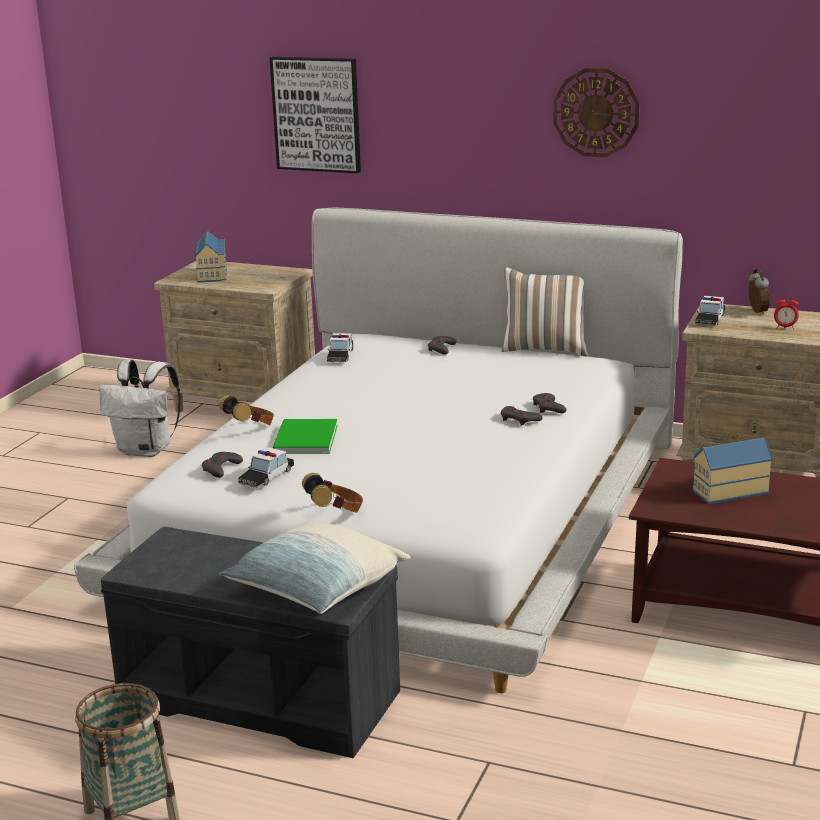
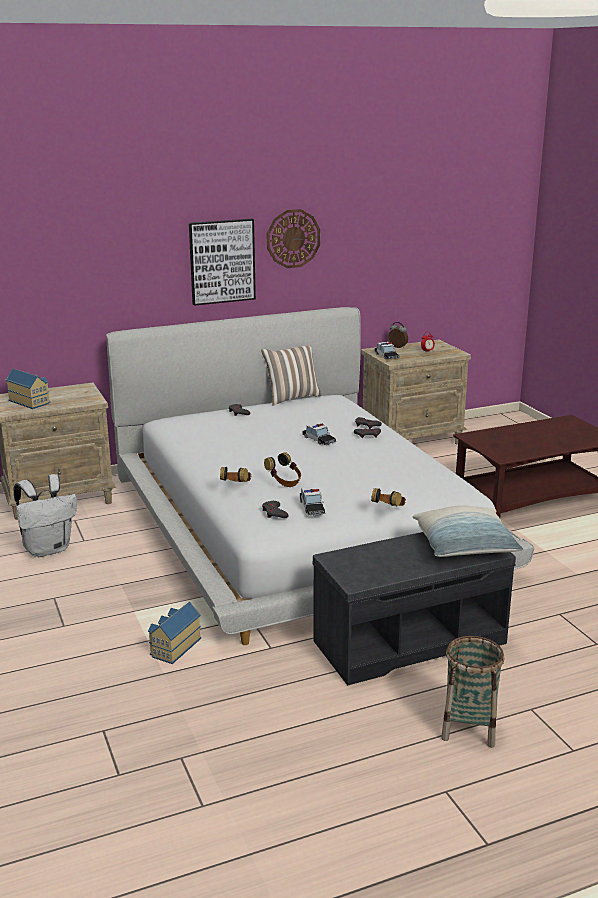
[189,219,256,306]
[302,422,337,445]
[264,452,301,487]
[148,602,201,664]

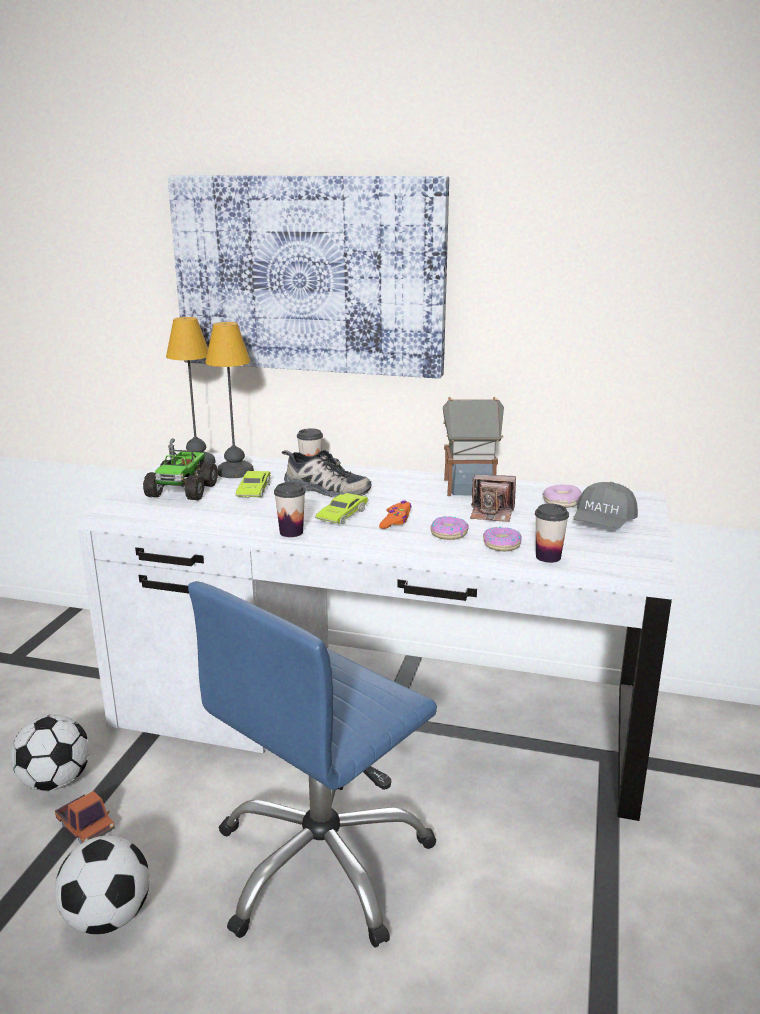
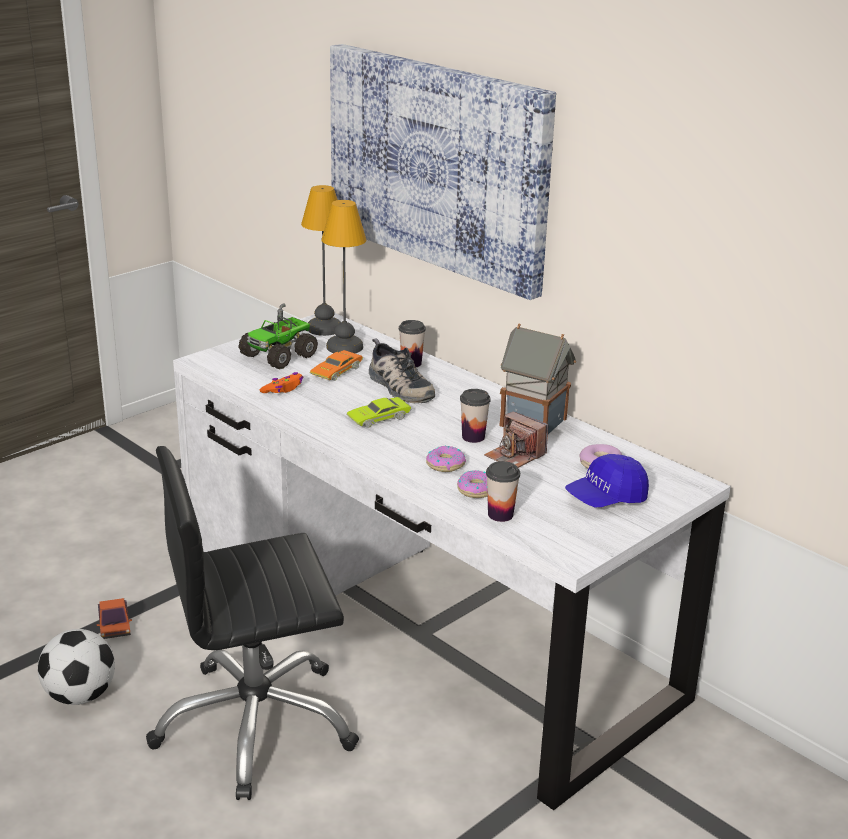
[309,350,363,381]
[460,389,491,443]
[565,454,649,507]
[260,372,303,393]
[146,446,359,800]
[11,714,90,791] (first image)

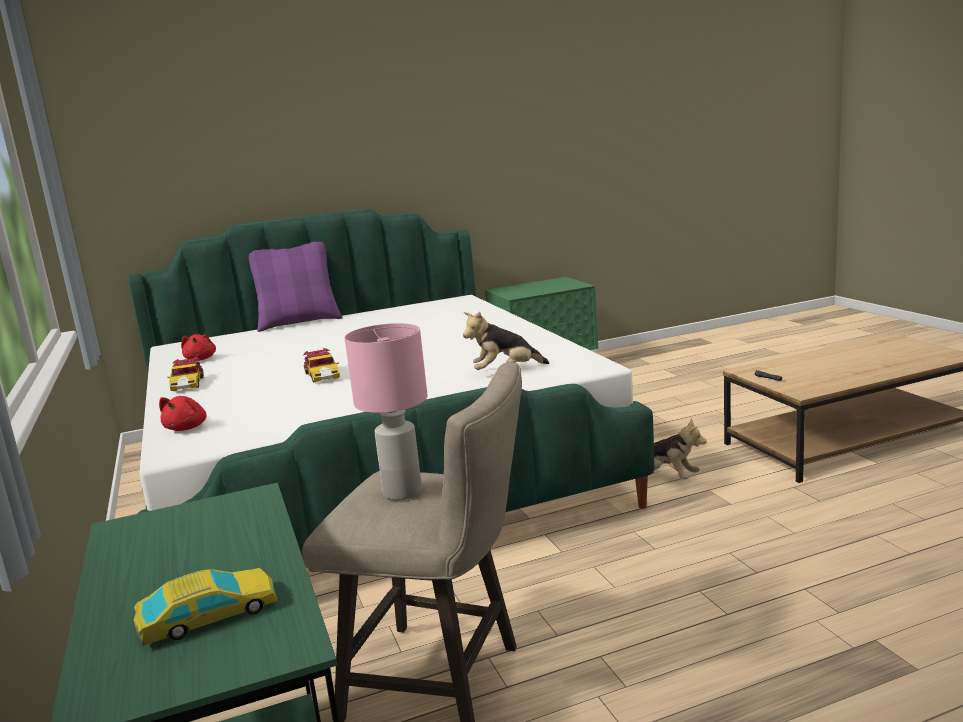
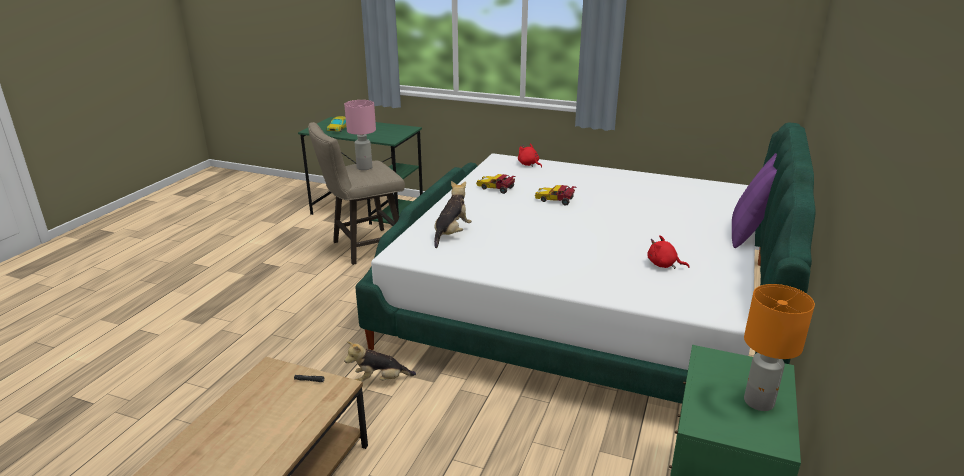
[647,235,690,269]
[476,174,516,194]
[744,284,815,411]

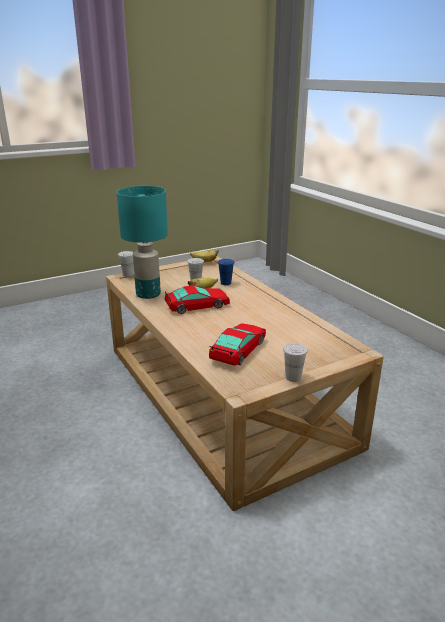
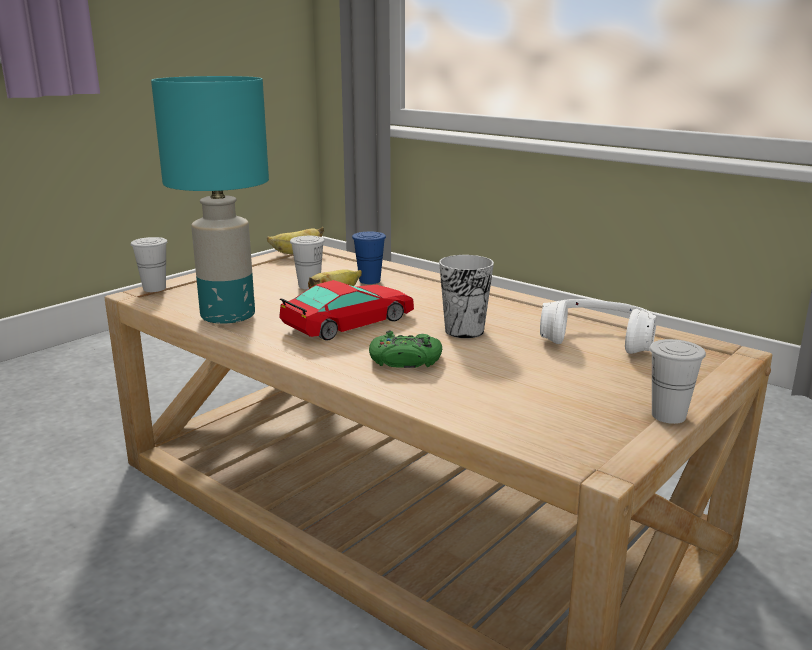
[209,323,266,366] (first image)
[439,255,494,338]
[540,299,657,354]
[369,331,442,368]

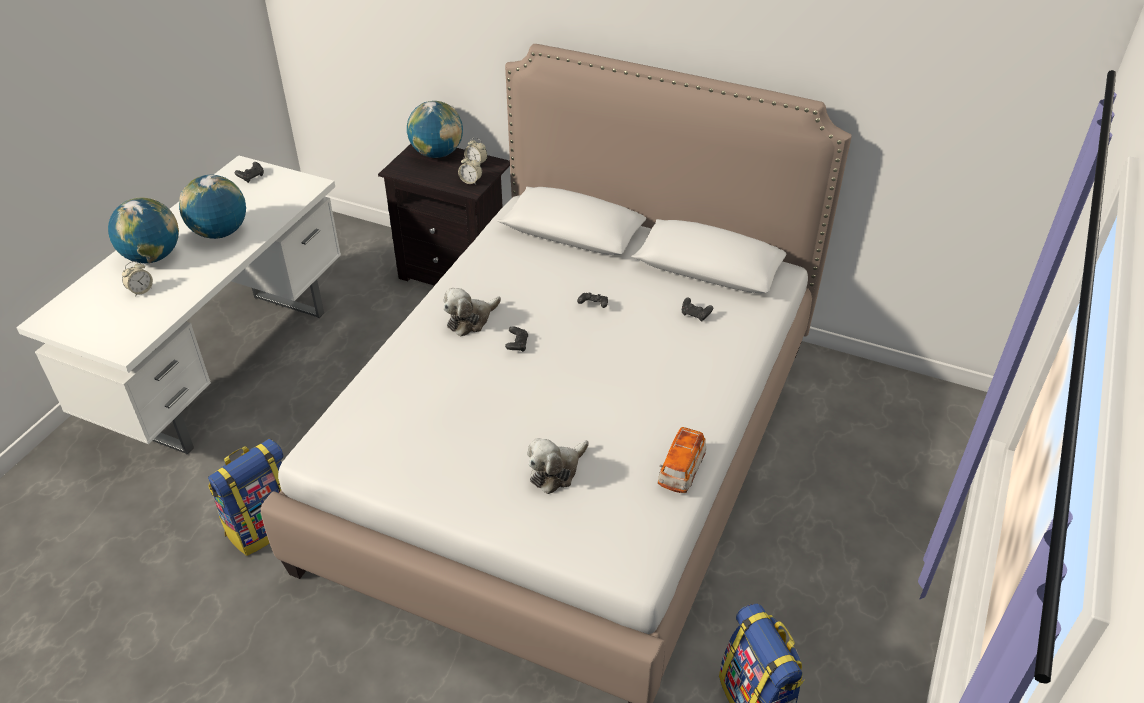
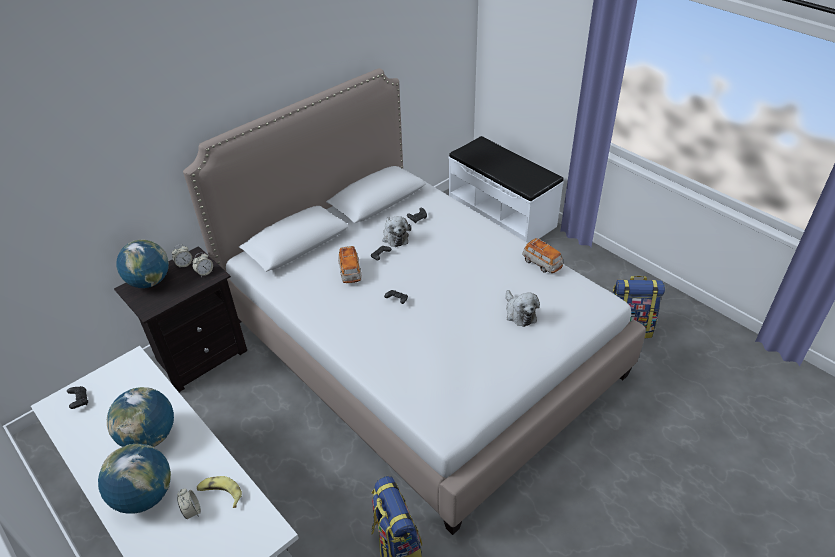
[382,216,411,247]
[448,136,564,243]
[338,246,361,283]
[197,476,242,508]

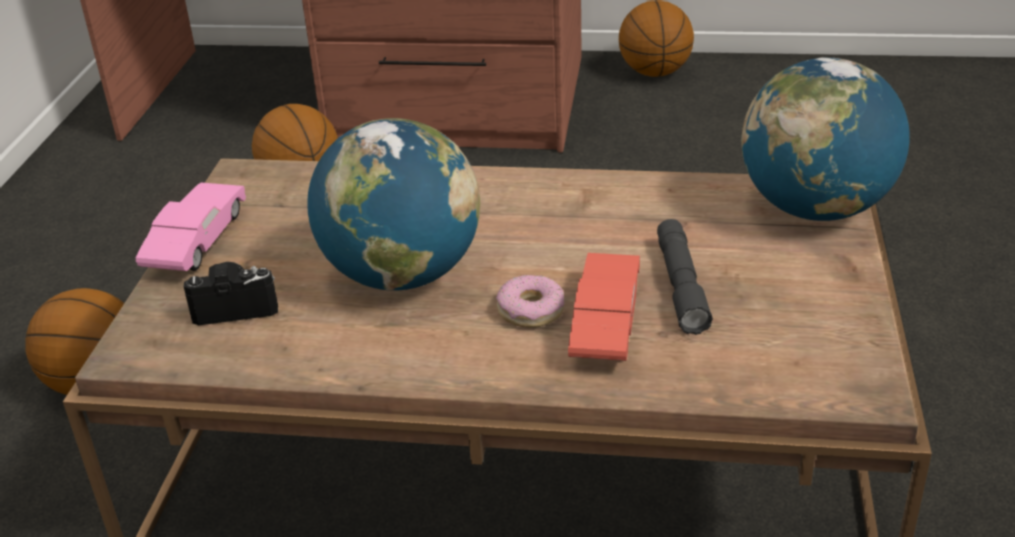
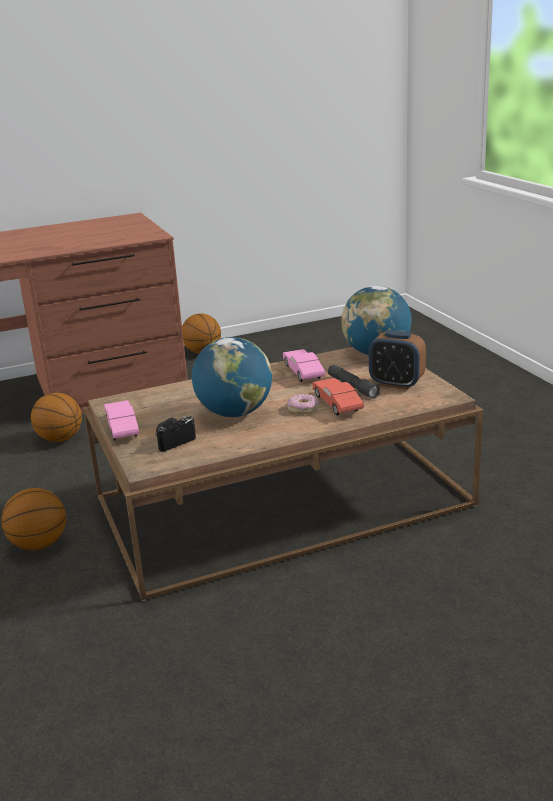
[369,330,426,389]
[283,349,325,382]

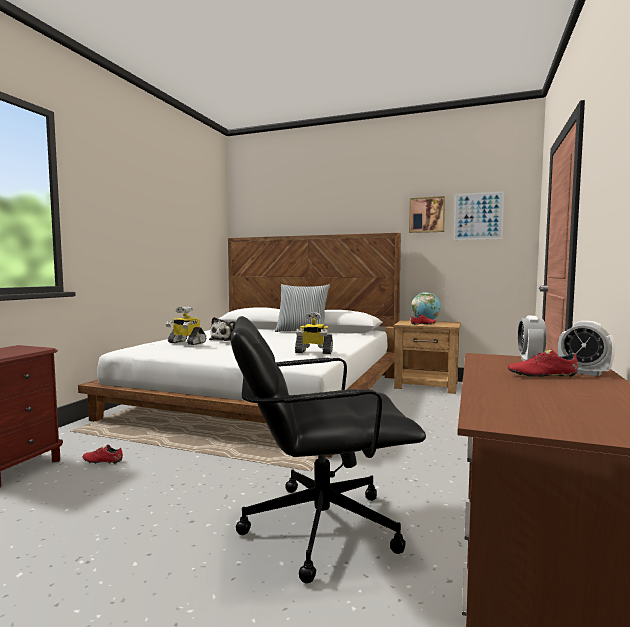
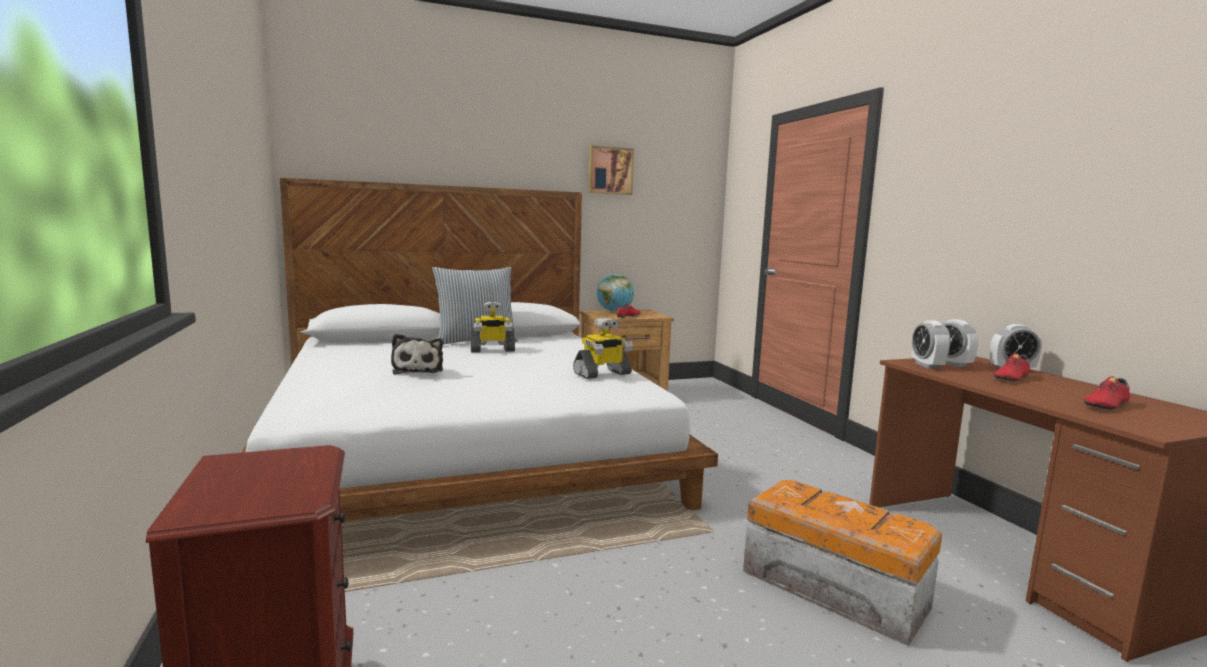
[453,191,504,240] (first image)
[470,301,515,352]
[743,480,942,646]
[1084,376,1130,411]
[912,320,951,369]

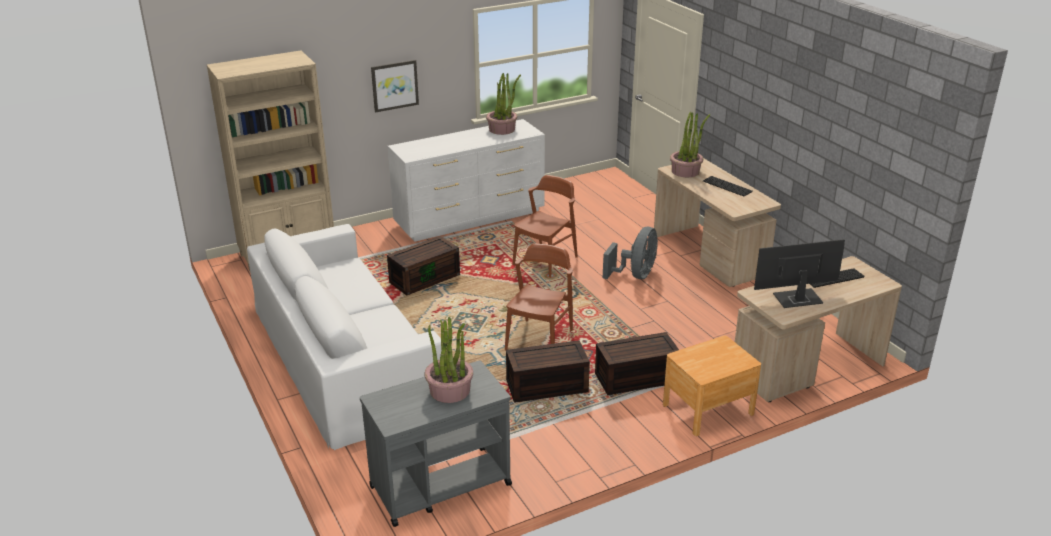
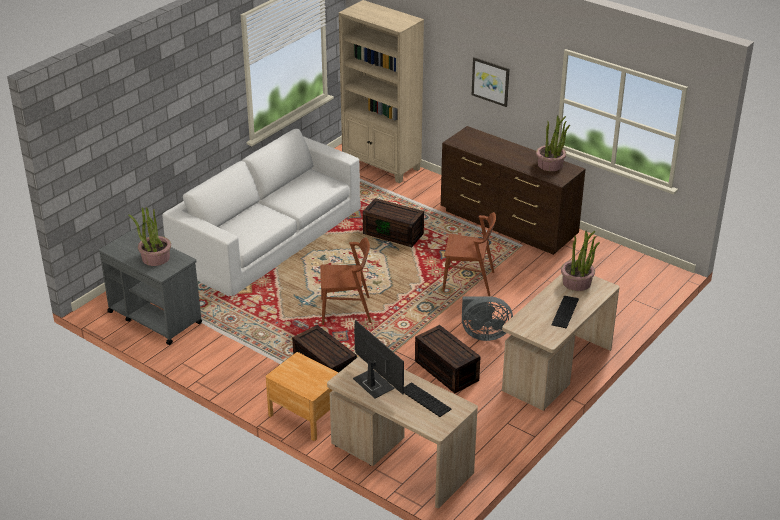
[441,126,585,255]
[415,325,481,393]

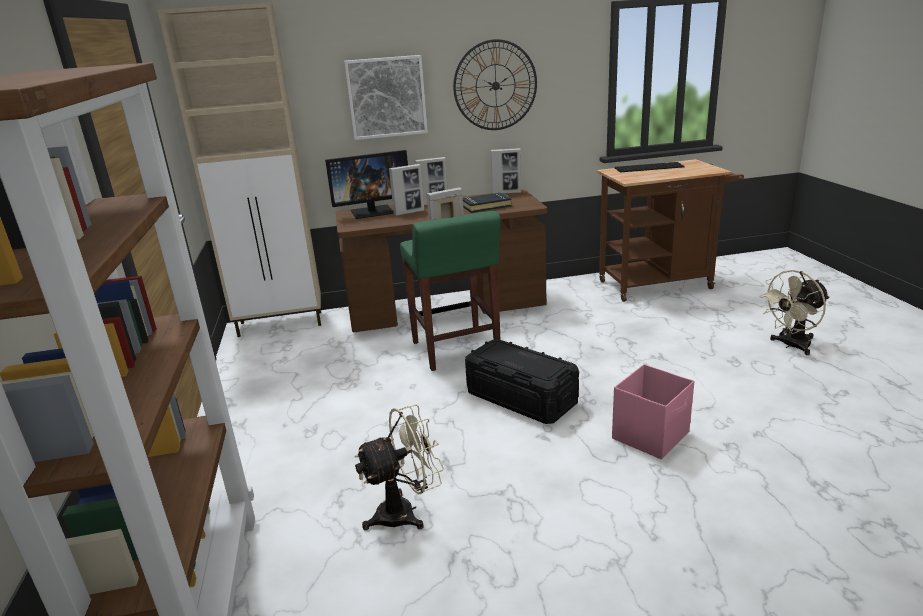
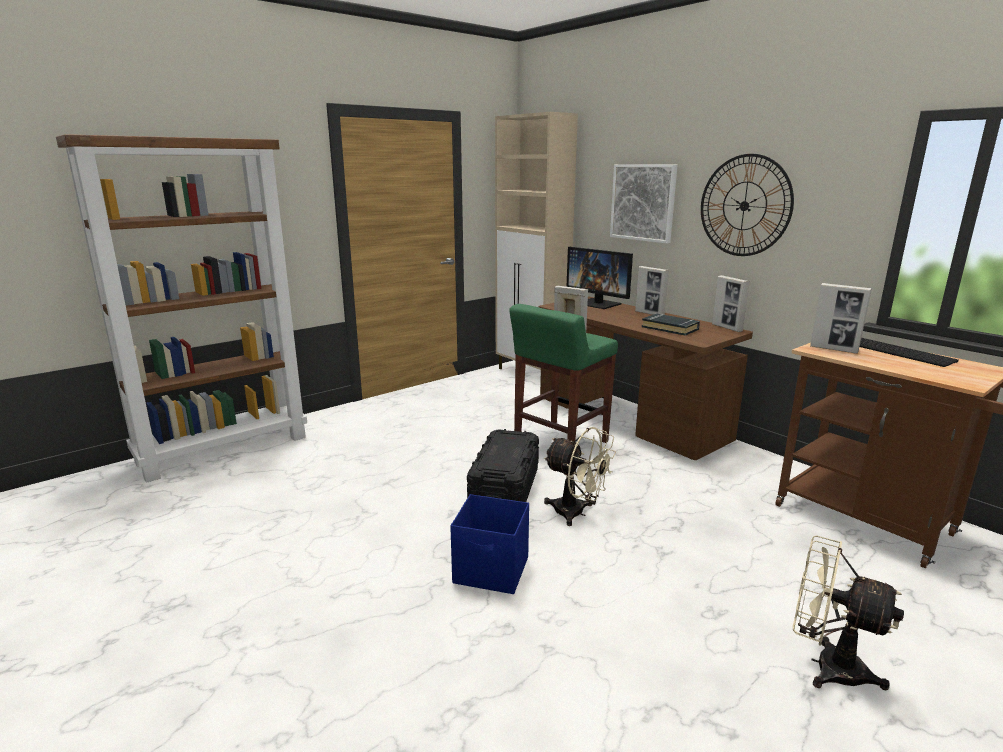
[810,283,872,354]
[450,494,529,594]
[544,427,616,526]

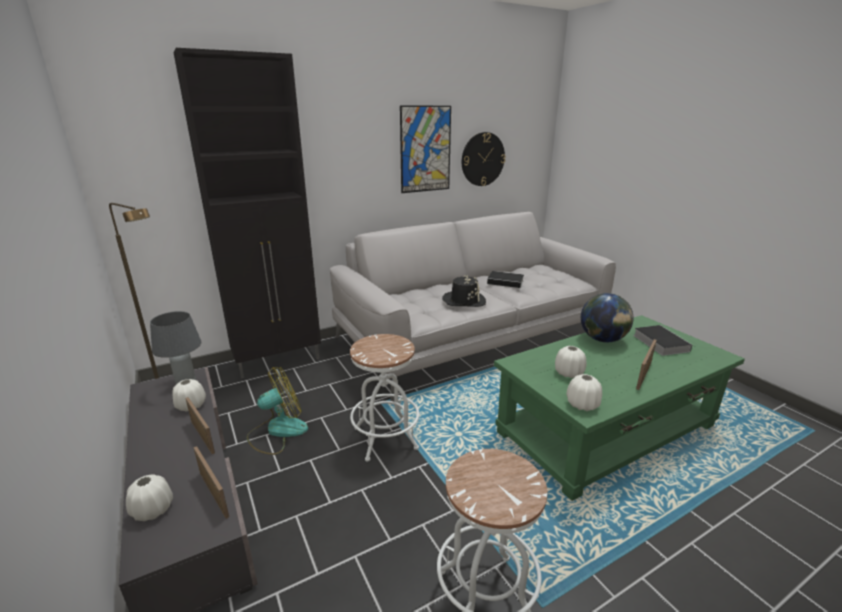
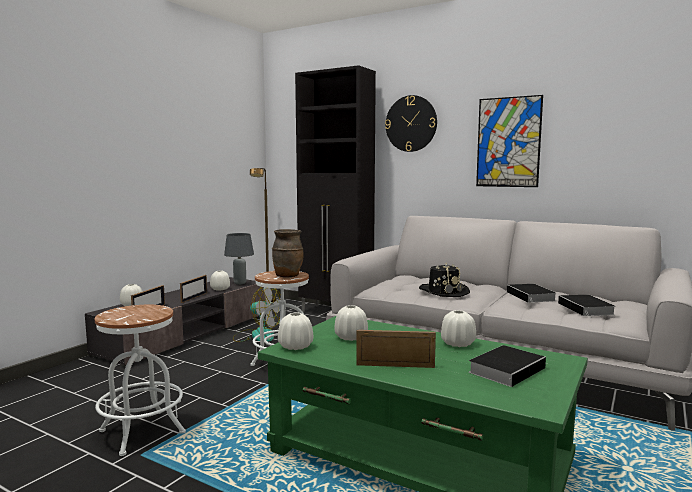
[385,95,437,152]
[441,310,476,347]
[272,229,304,278]
[558,295,616,318]

